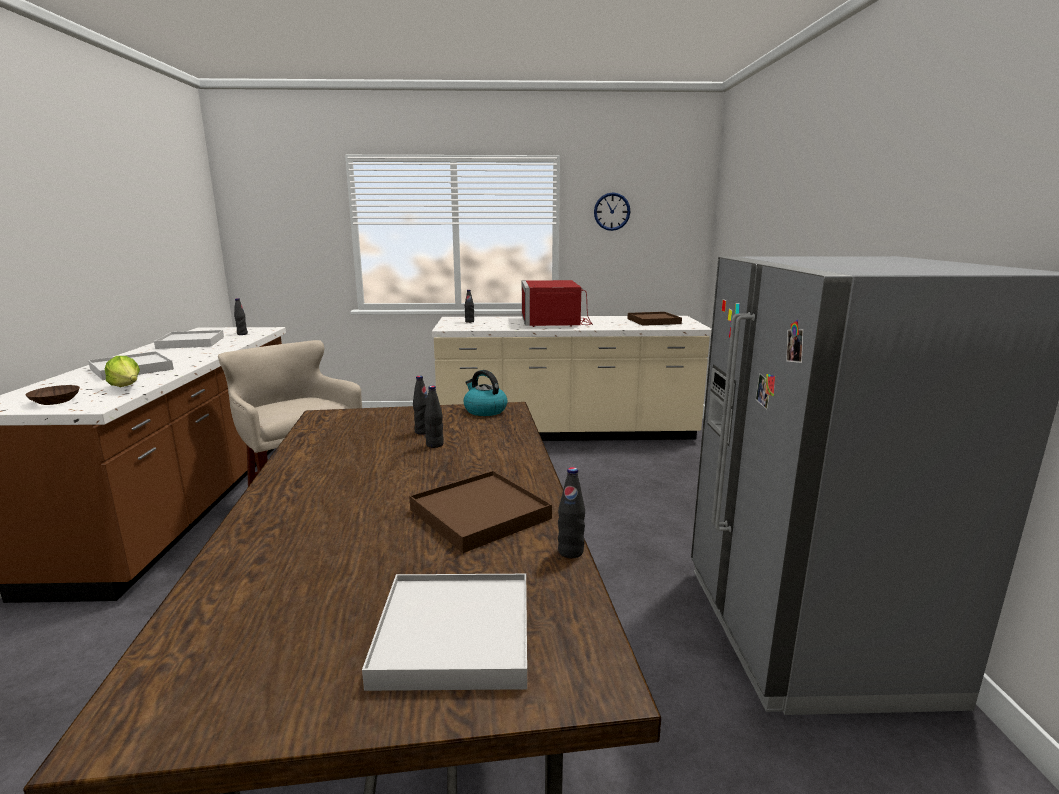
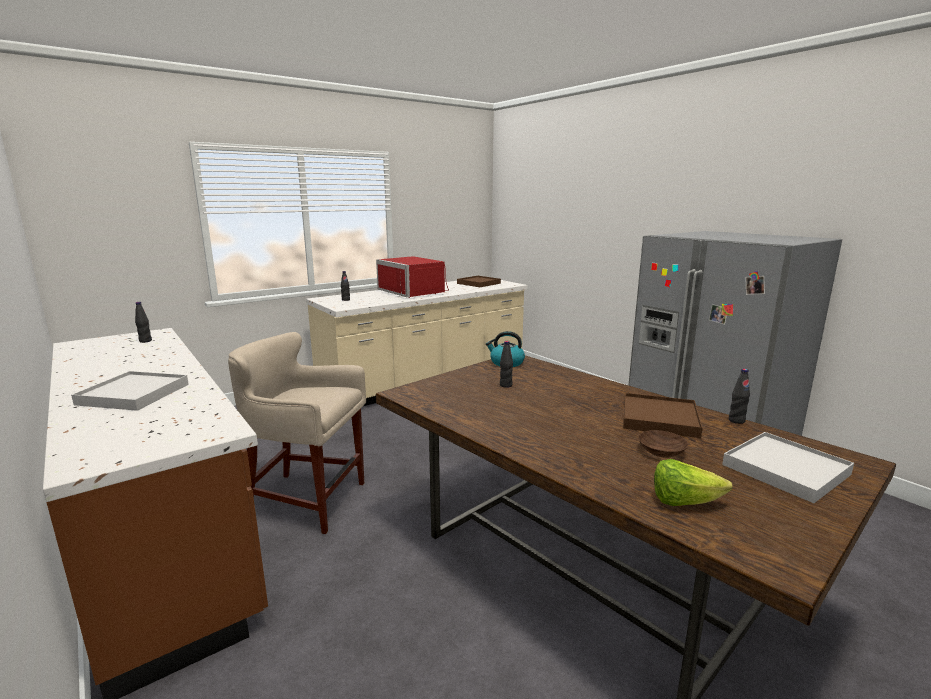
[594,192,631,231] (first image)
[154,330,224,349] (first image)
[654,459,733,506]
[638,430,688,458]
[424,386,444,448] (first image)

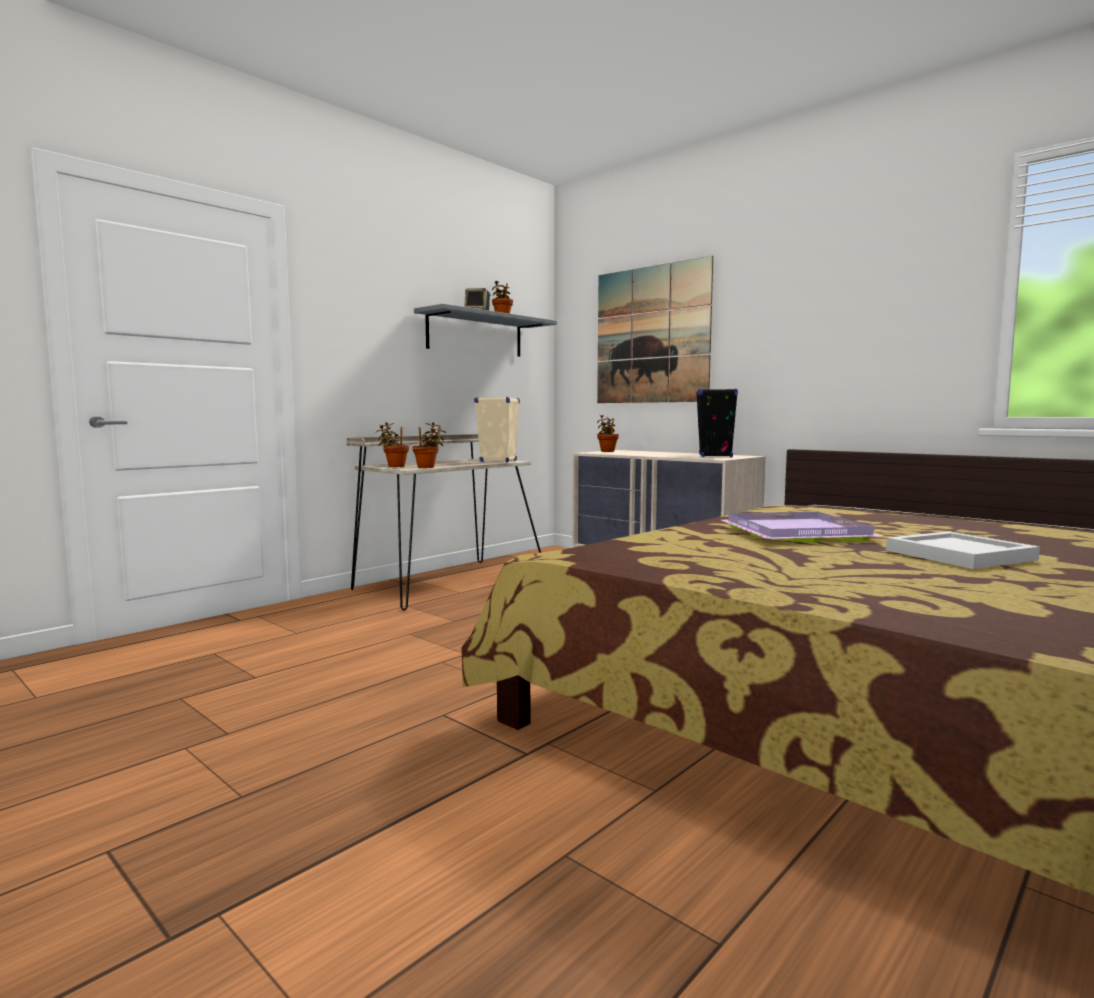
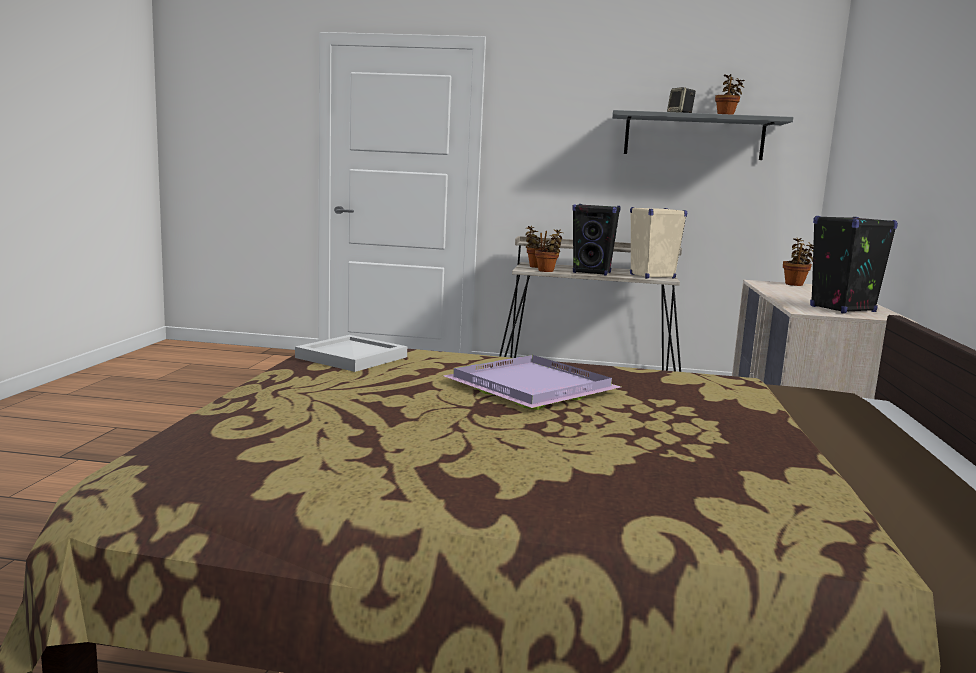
[597,256,713,403] (first image)
[295,335,407,372]
[572,204,621,275]

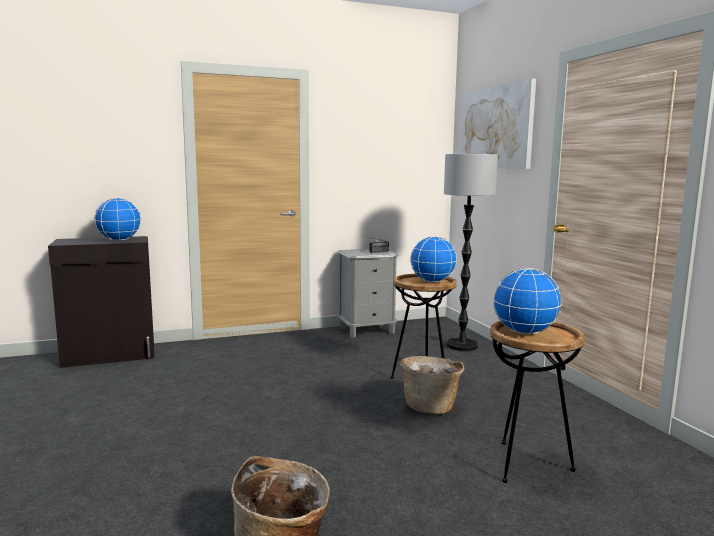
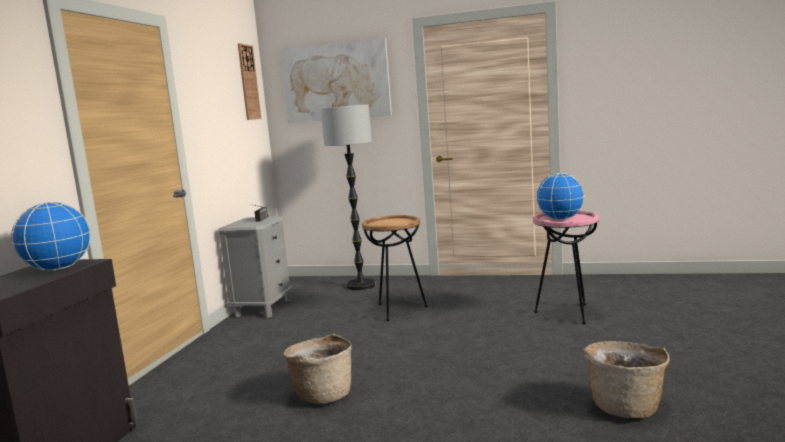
[410,236,457,282] (first image)
[533,210,599,324]
[284,334,352,403]
[238,43,261,120]

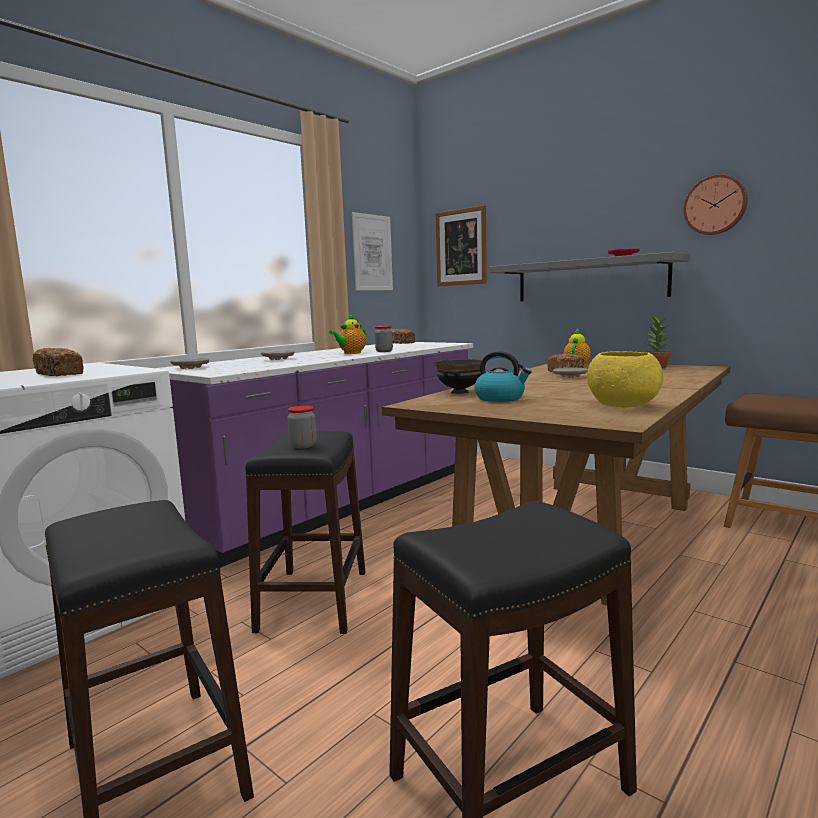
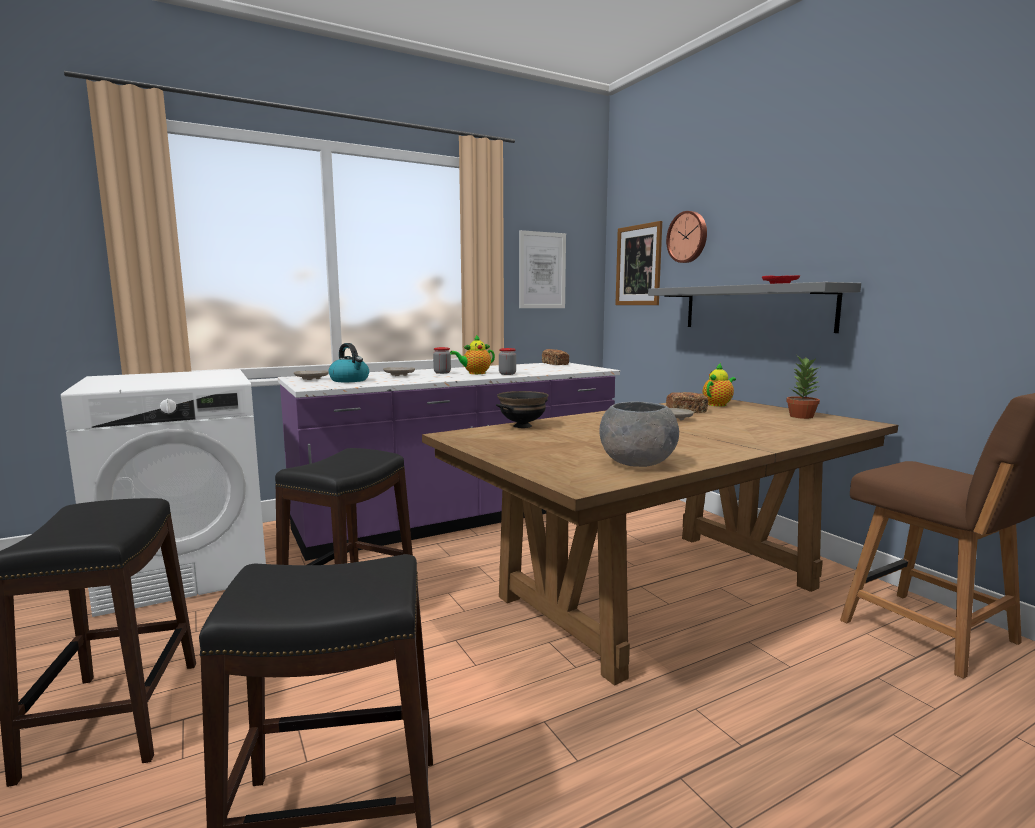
[666,211,707,263]
[33,348,83,376] (first image)
[328,343,369,382]
[599,402,679,467]
[433,347,451,374]

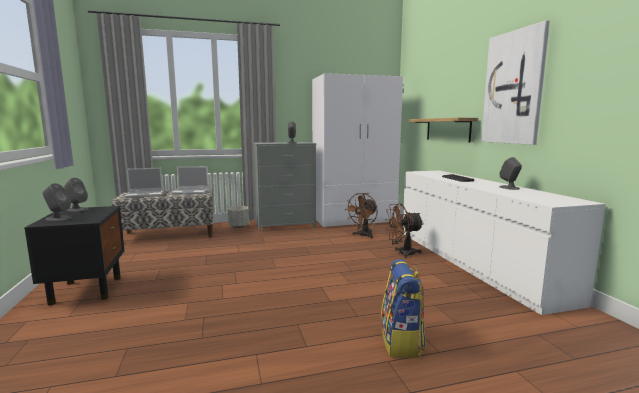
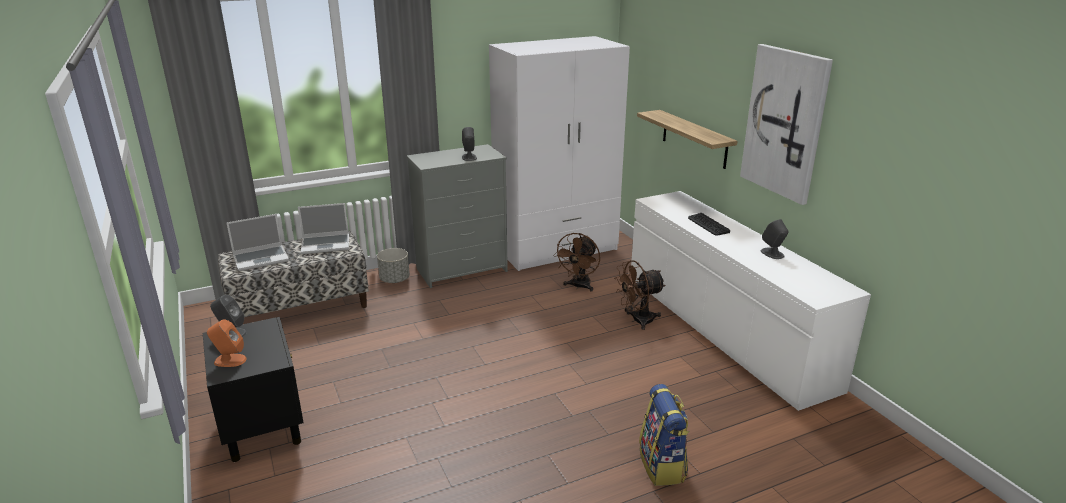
[207,319,247,367]

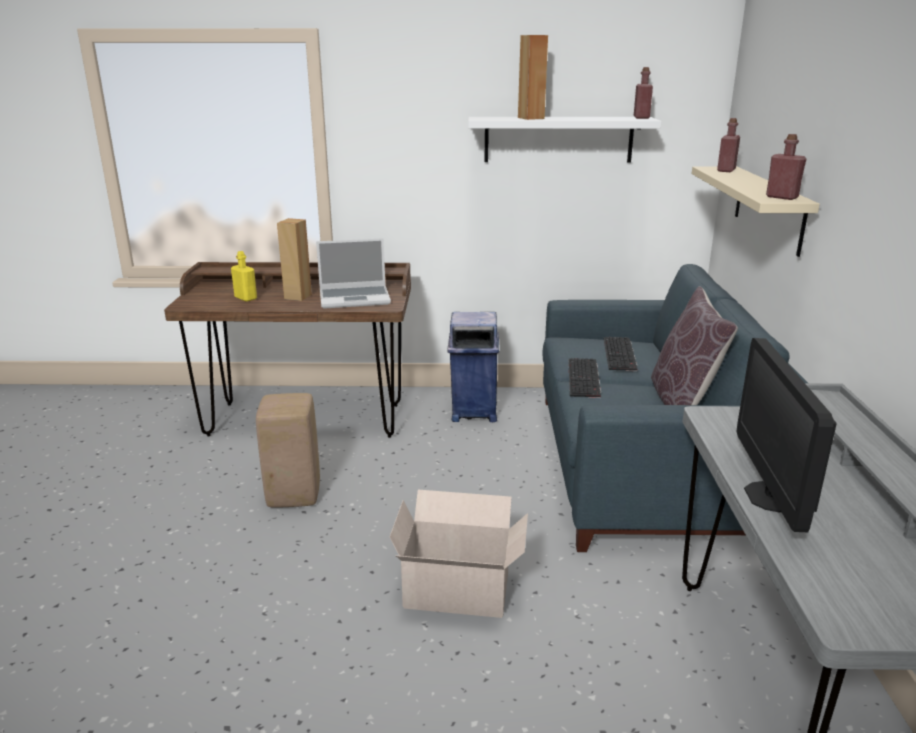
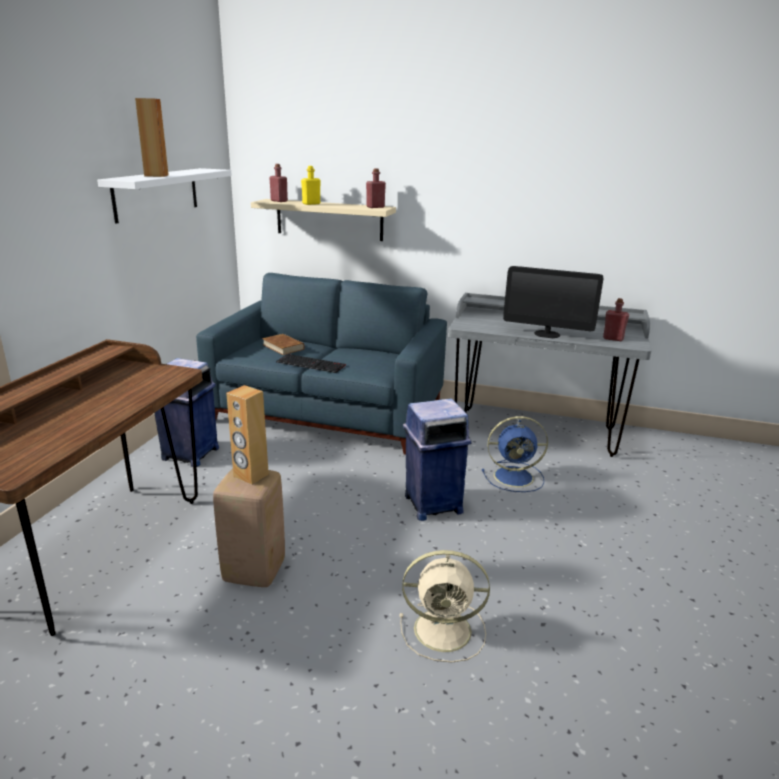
[603,298,629,341]
[226,385,269,485]
[316,238,391,309] (first image)
[301,166,320,205]
[651,286,738,405] (first image)
[262,334,305,355]
[403,398,471,521]
[482,416,548,492]
[400,550,490,663]

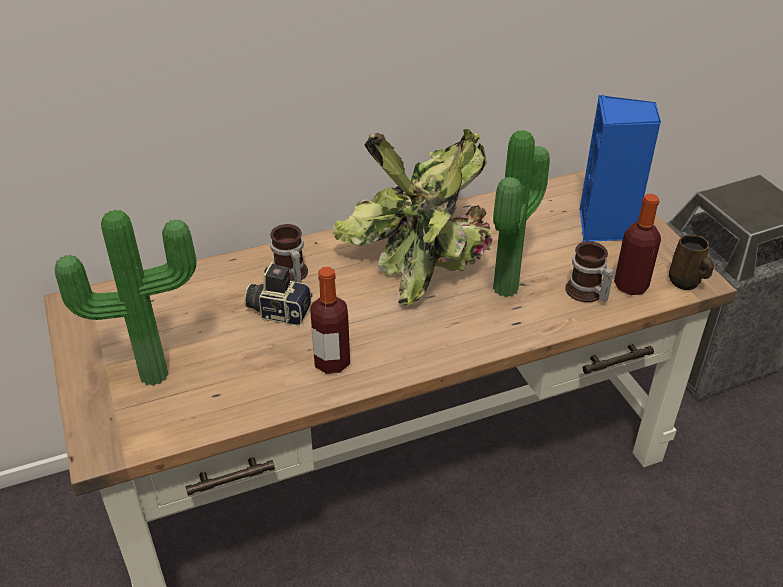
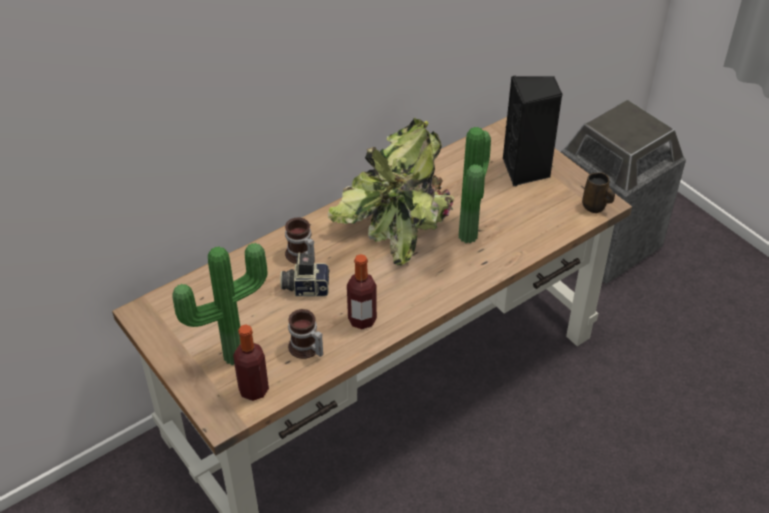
[503,75,563,186]
[233,324,269,401]
[288,309,323,359]

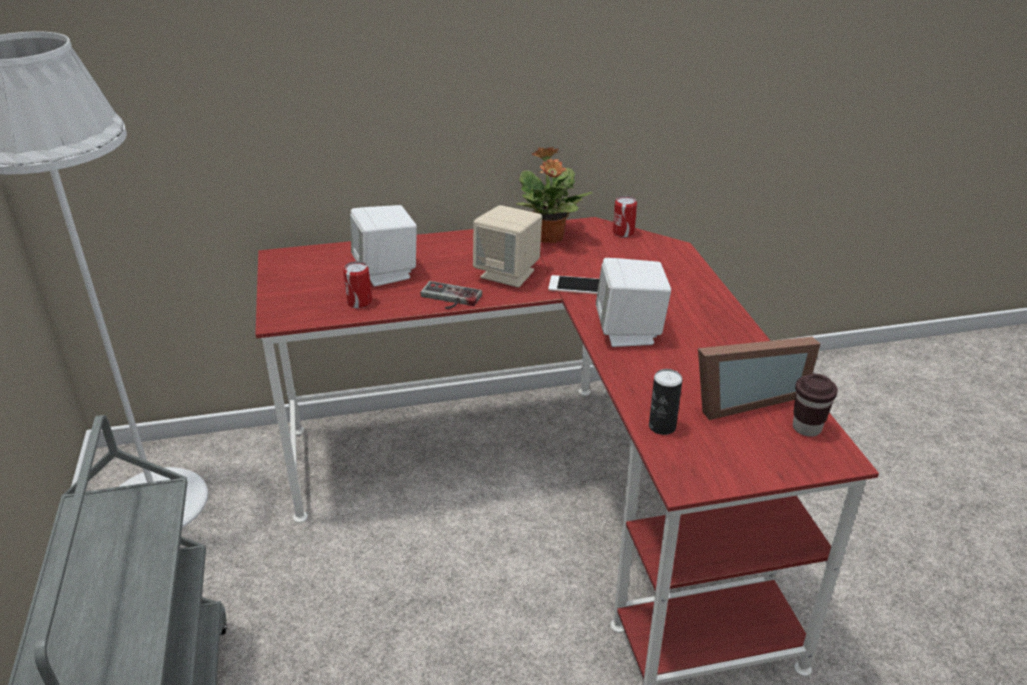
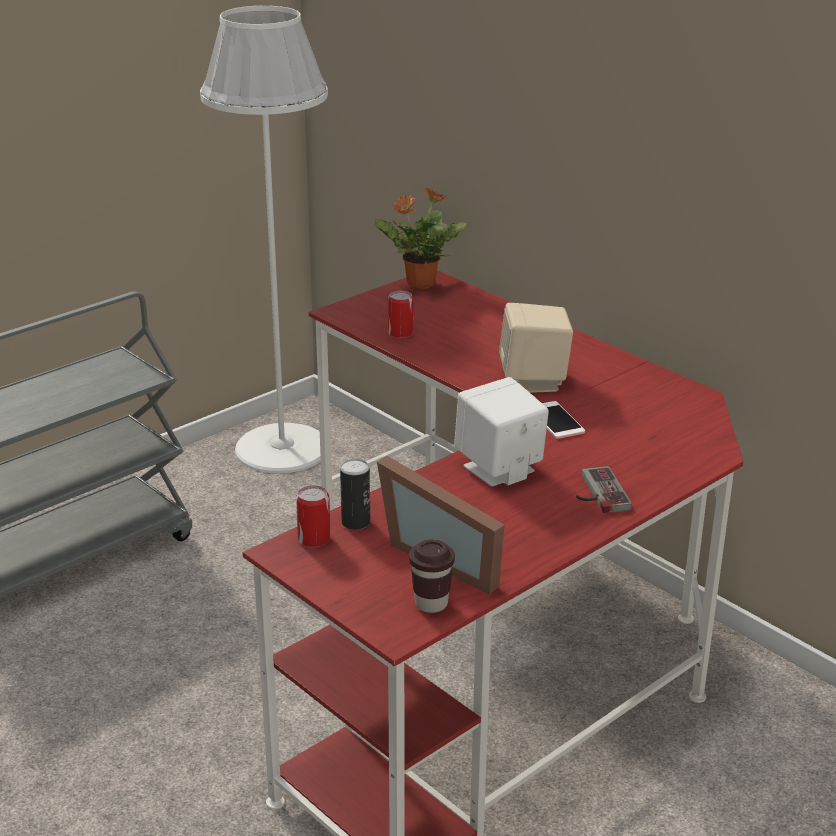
[374,187,466,289]
[296,485,331,547]
[350,205,417,287] (first image)
[576,466,632,513]

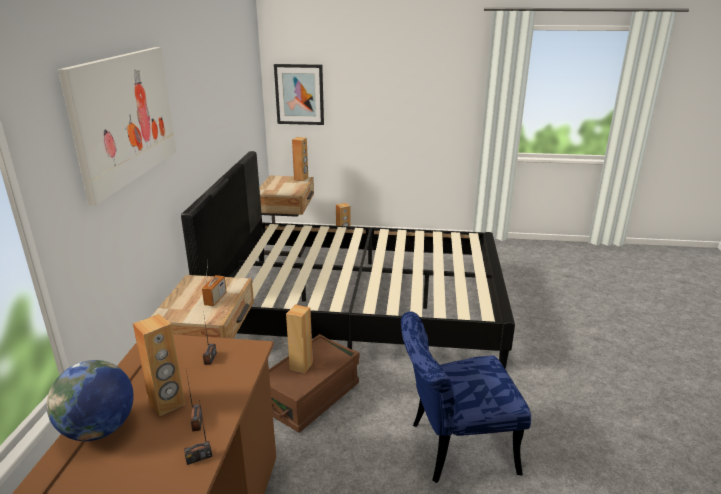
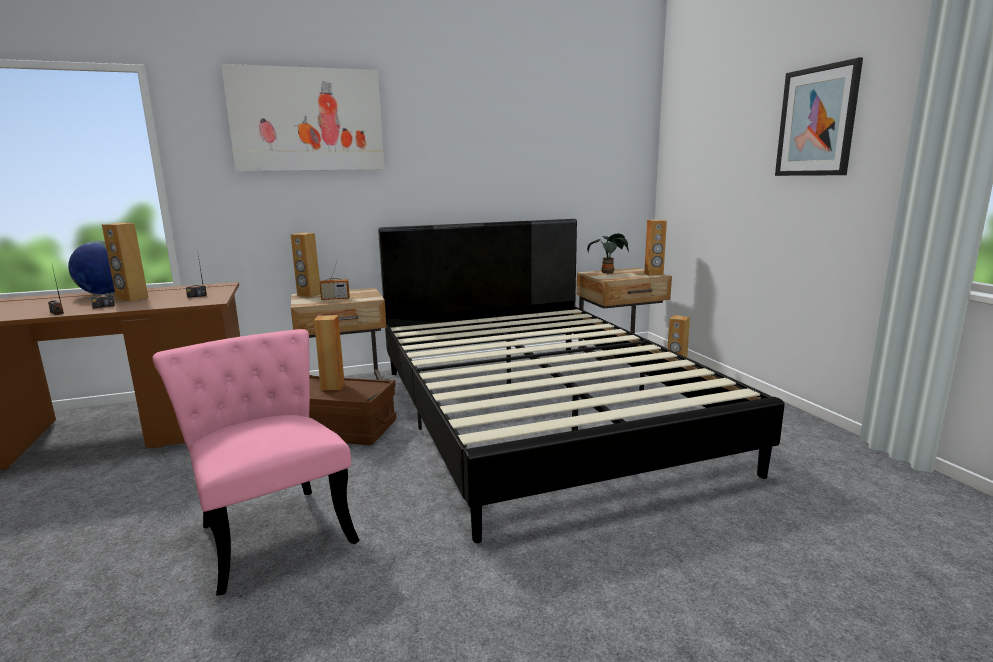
[775,57,863,176]
[152,329,360,596]
[290,233,321,297]
[587,234,629,274]

